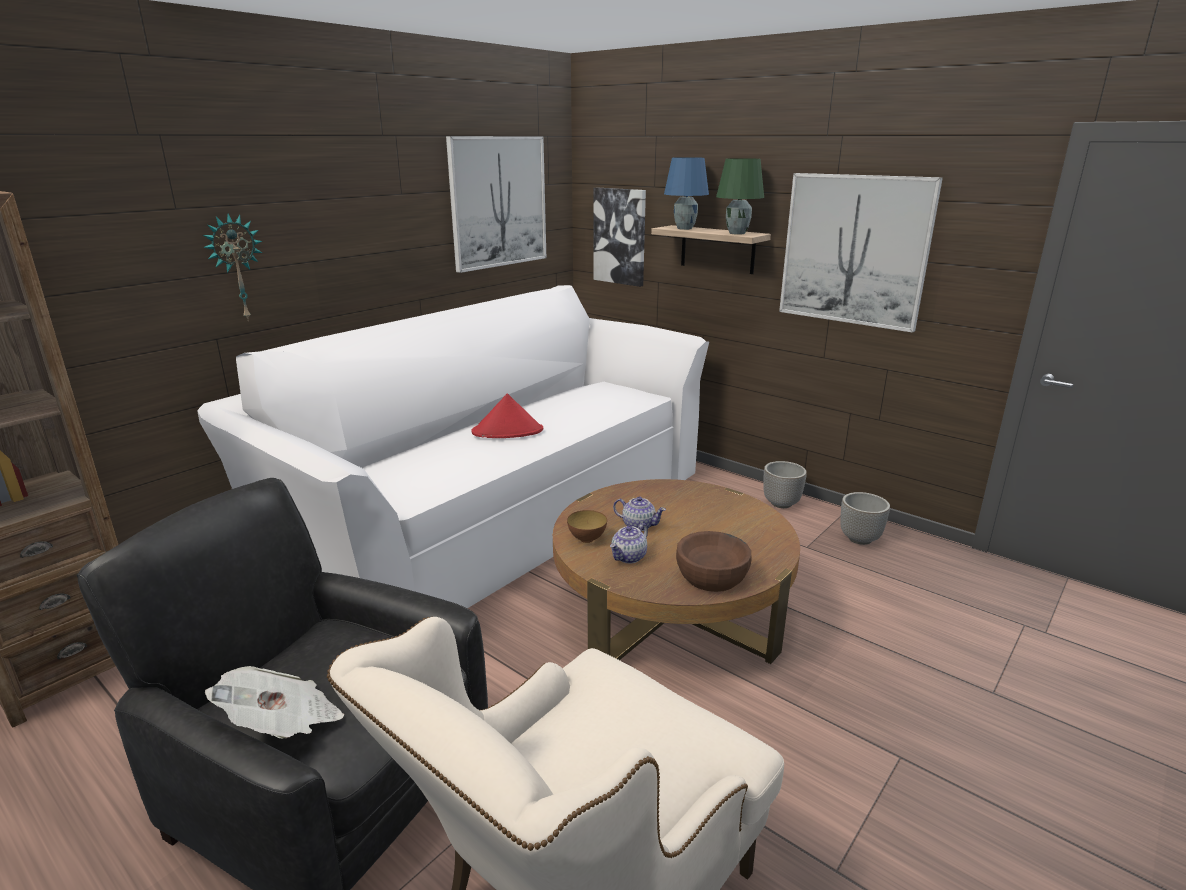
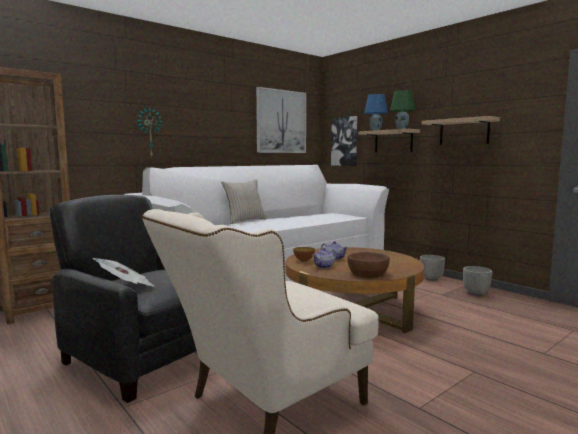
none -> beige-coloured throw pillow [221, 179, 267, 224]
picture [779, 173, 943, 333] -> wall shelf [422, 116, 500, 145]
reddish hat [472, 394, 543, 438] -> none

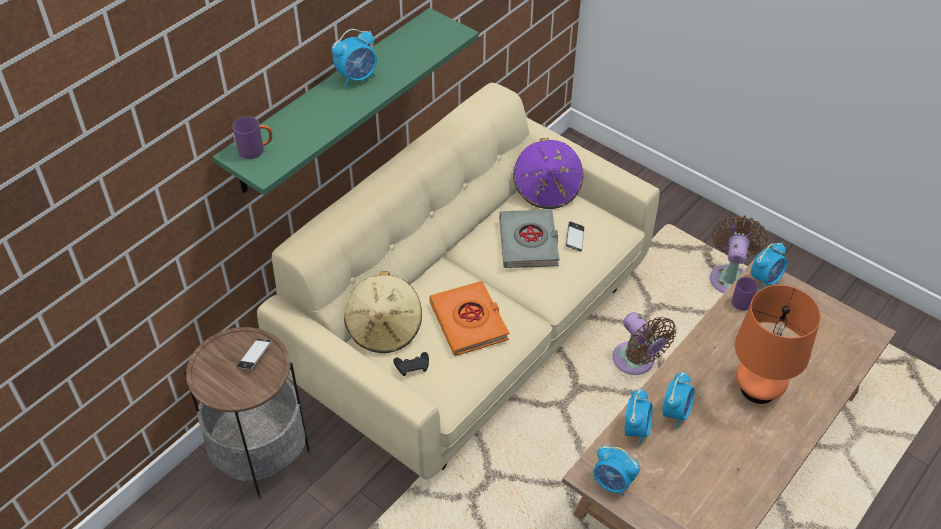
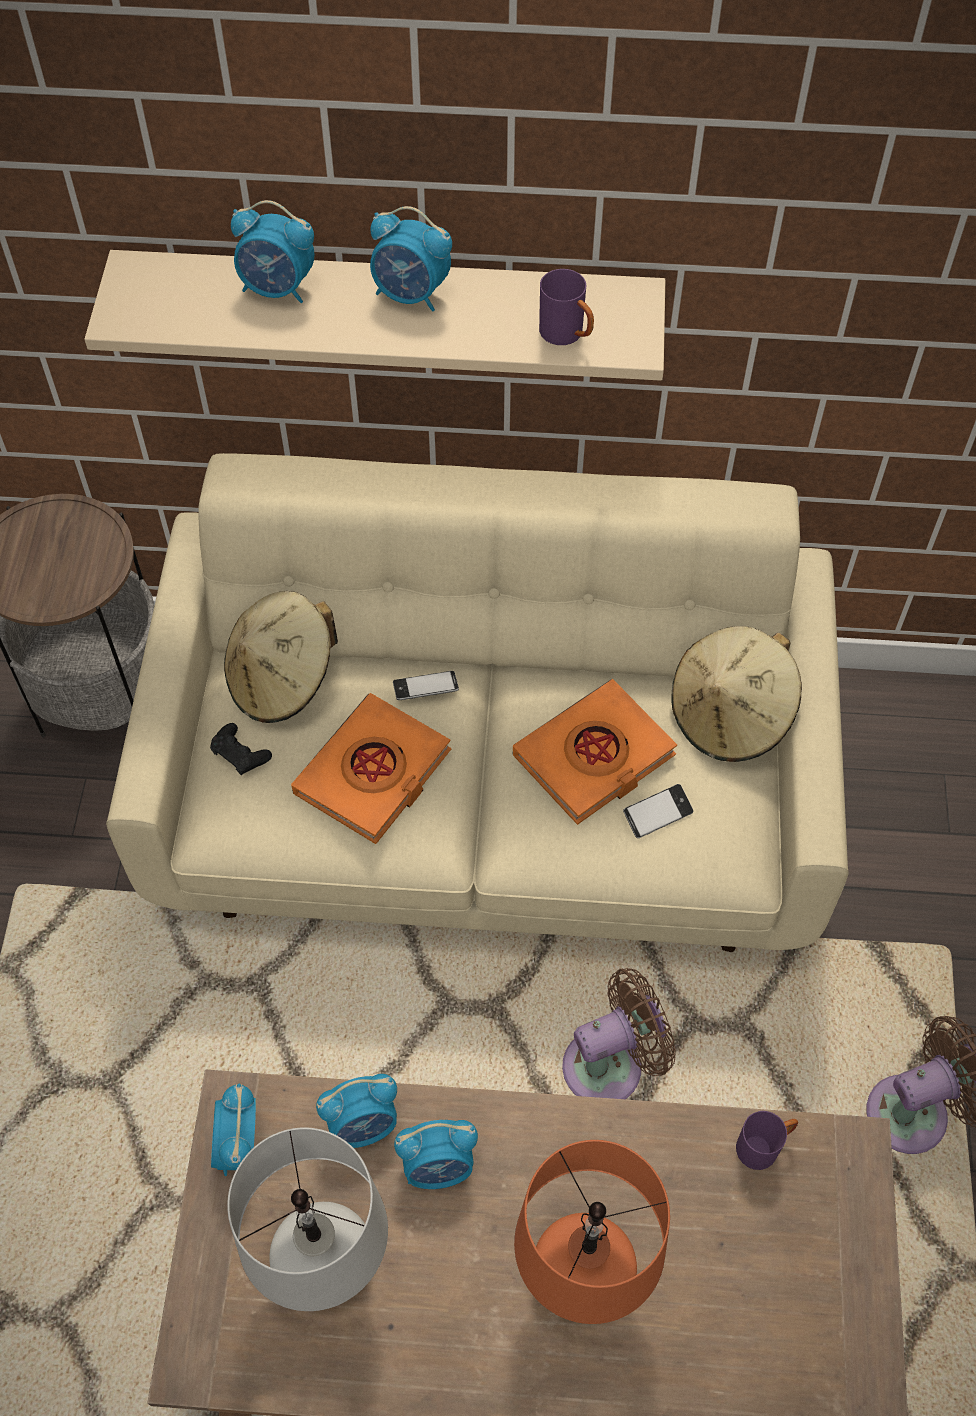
greenish wall shelf [213, 8, 479, 196] -> beige-coloured wall shelf [85, 250, 665, 381]
none -> white-coloured tabletop lamp [227, 1127, 388, 1311]
table clock [751, 242, 787, 290] -> table clock [231, 200, 315, 303], relocated
telephone [236, 339, 272, 370] -> telephone [393, 671, 459, 700], relocated
grey bound book [499, 210, 559, 268] -> orange bound book [513, 679, 677, 825]
purplish tea mug [233, 116, 273, 159] -> purplish tea mug [539, 269, 594, 345], relocated
brown-coloured fan [613, 312, 676, 375] -> brown-coloured fan [562, 968, 676, 1099], 135 degrees counterclockwise
purplish hat [513, 138, 583, 209] -> beige-coloured hat [671, 626, 802, 762]

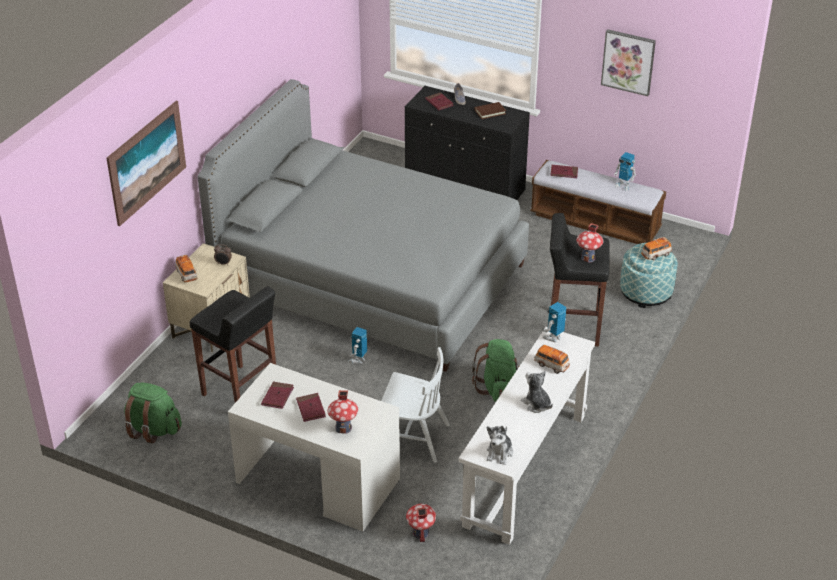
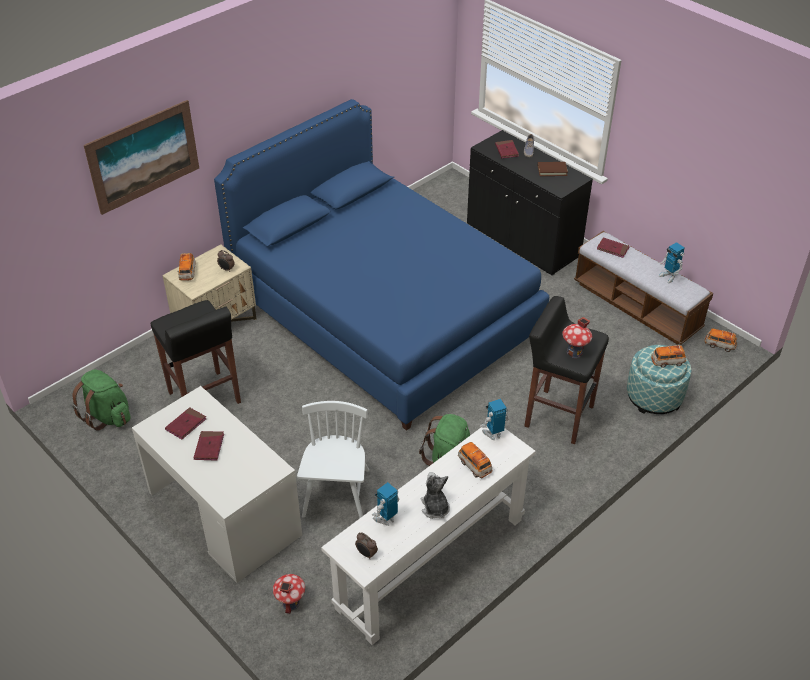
grey bedroom bed [198, 79, 529, 372] -> bluish bedroom bed [214, 99, 549, 431]
white-coloured chair [381, 347, 450, 463] -> white-coloured chair [297, 401, 369, 518], 120 degrees counterclockwise
soft toy [487, 426, 513, 465] -> table clock [355, 532, 378, 559]
toy robot [348, 327, 367, 364] -> toy robot [372, 482, 400, 526], relocated
none -> miniature car [705, 329, 737, 352]
model house [327, 390, 358, 434] -> none
picture [601, 29, 656, 96] -> none

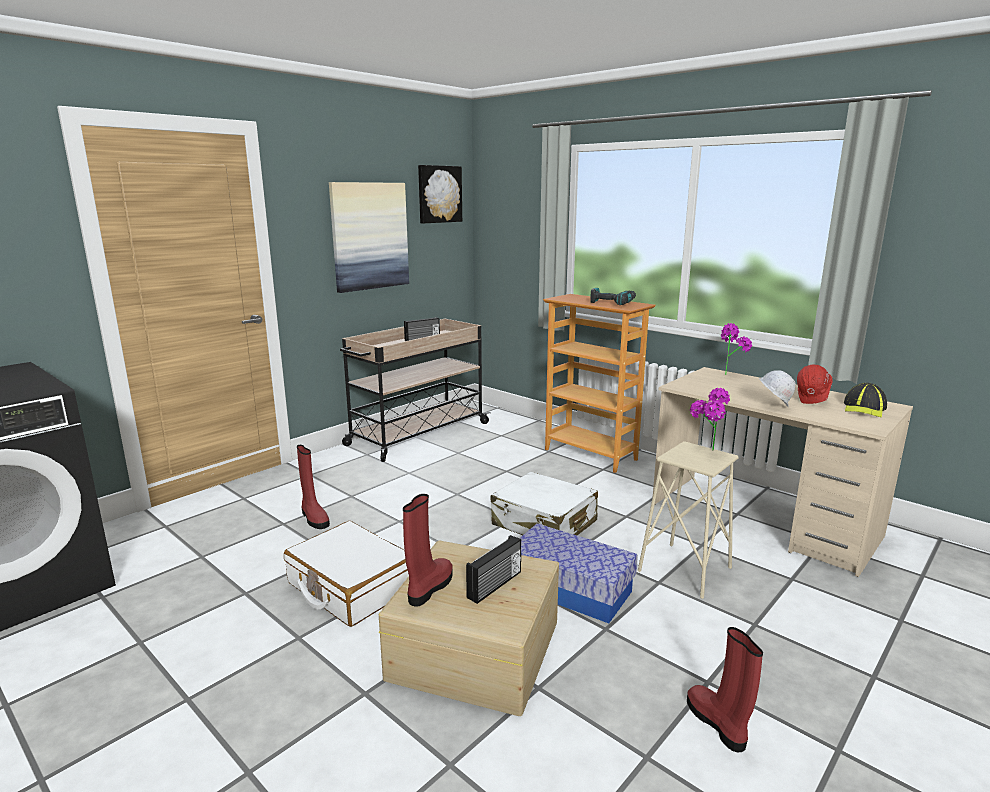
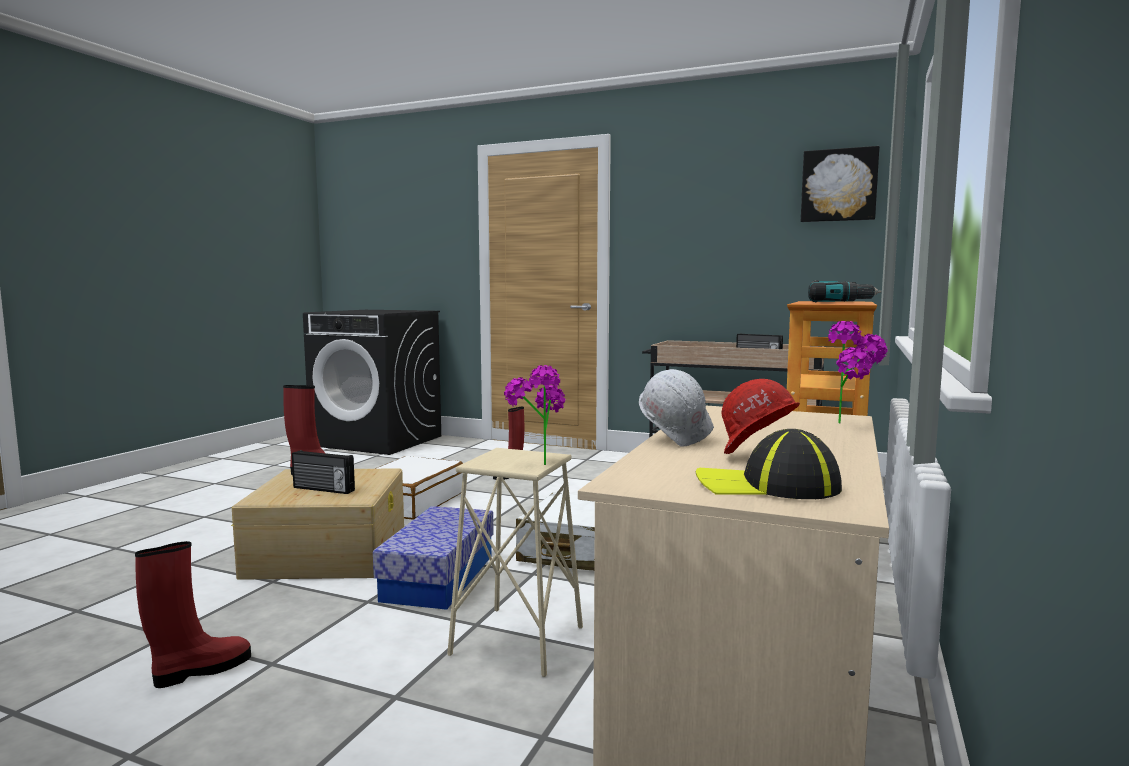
picture [329, 182, 409, 293] -> none

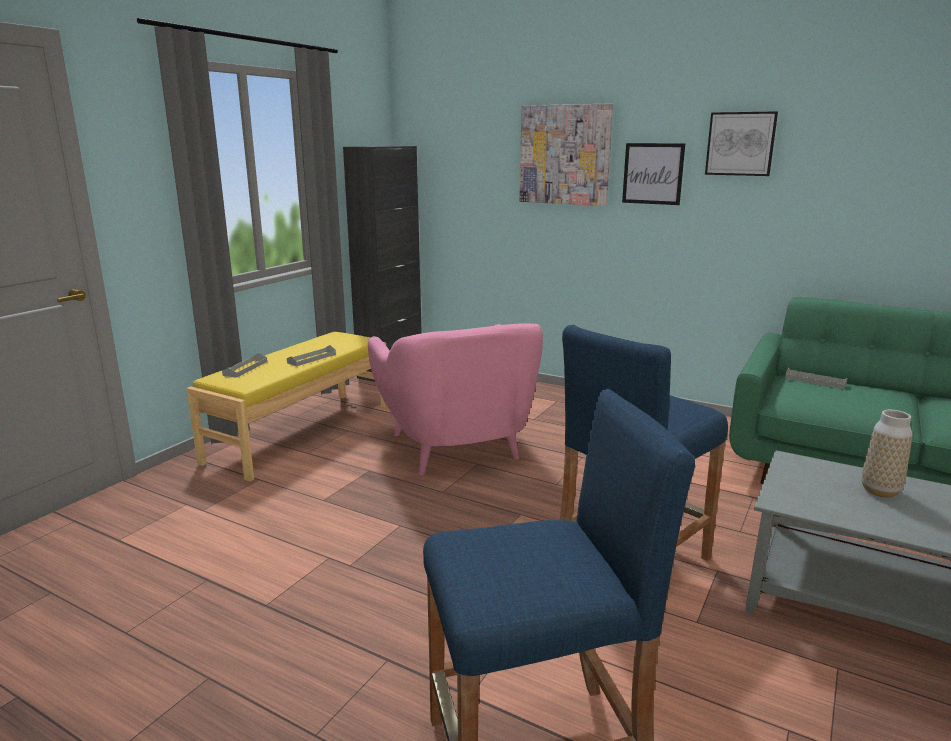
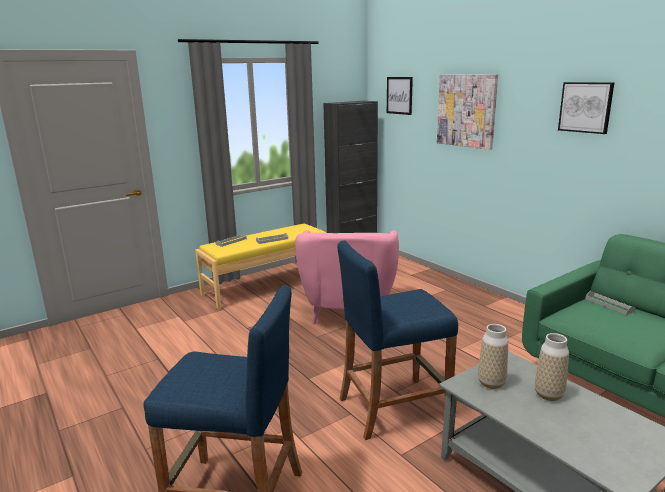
picture [622, 143, 685, 205] -> picture [387, 77, 413, 115], relocated
none -> decorative vase [478, 324, 508, 389]

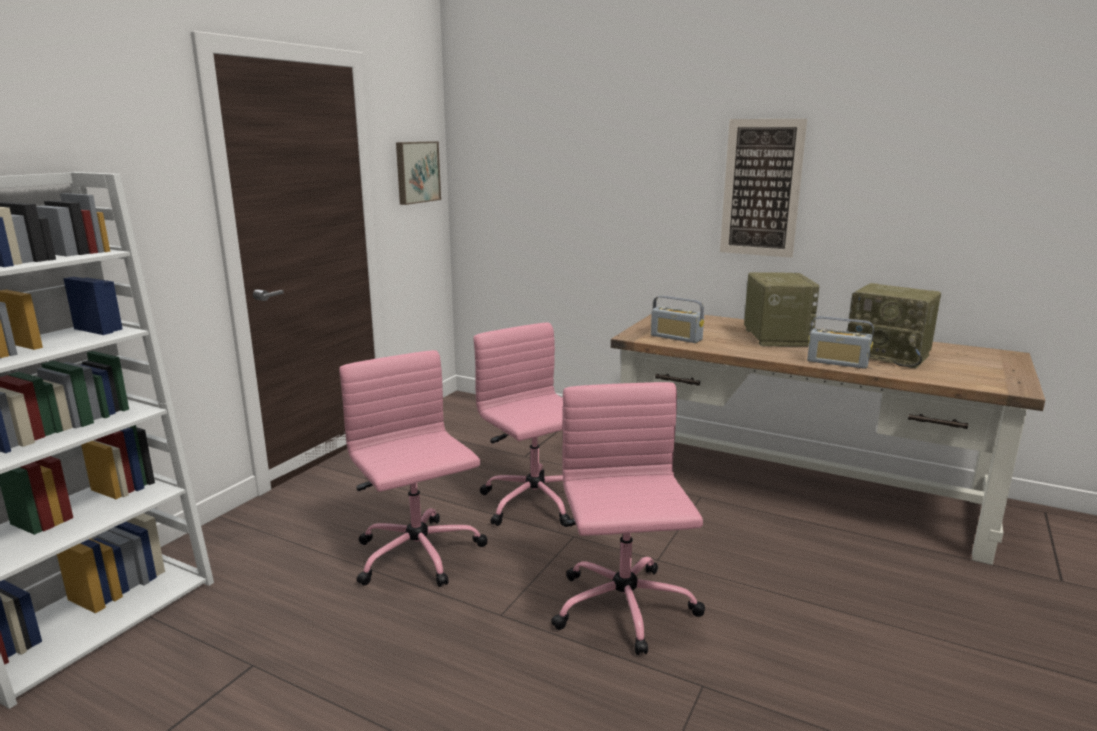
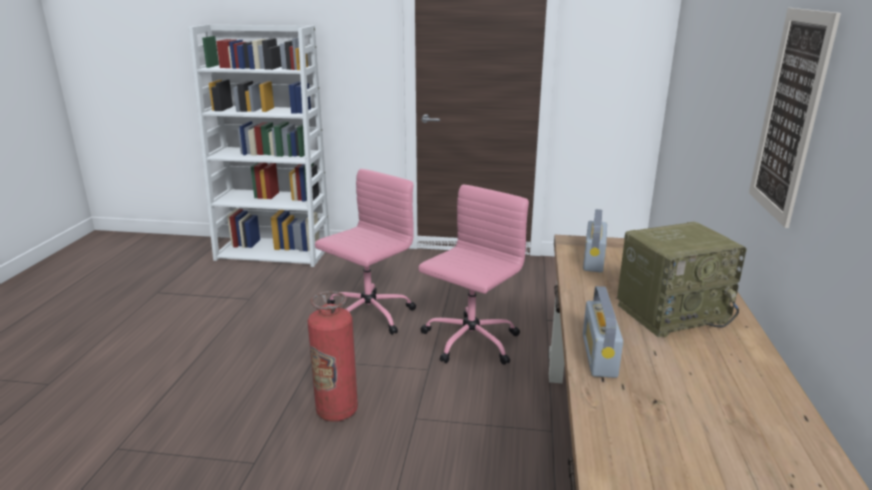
pink-coloured office chair [551, 382, 705, 655] -> fire extinguisher [308, 291, 358, 422]
picture [396, 141, 441, 205] -> none
radio [847, 283, 941, 369] -> none

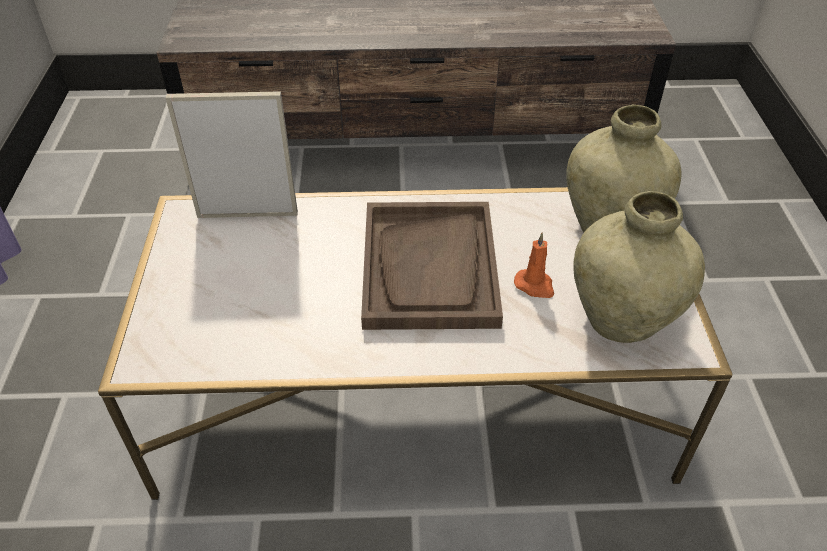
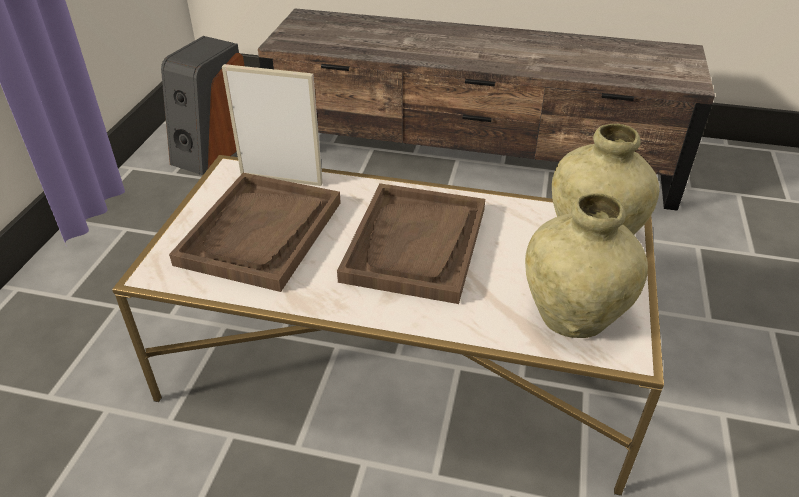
none -> speaker [161, 36, 244, 175]
none -> brown-coloured serving tray [169, 173, 341, 292]
orange wax light [514, 233, 554, 298] -> none

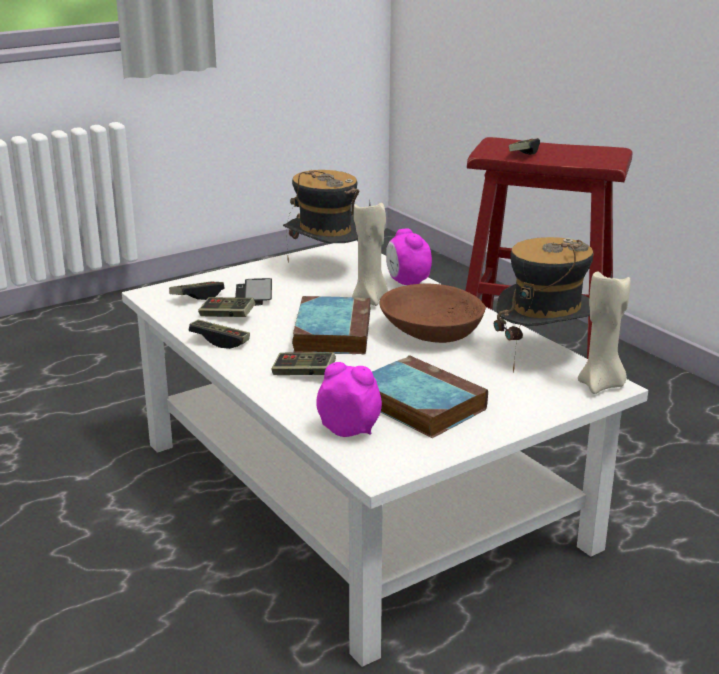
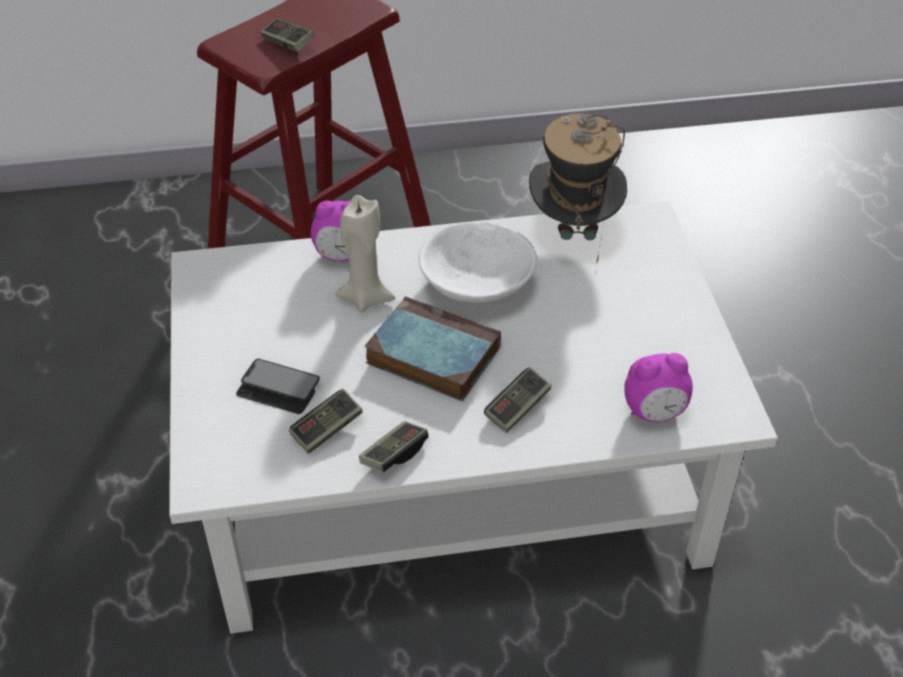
brown-coloured bowl [379, 284, 486, 343] -> white-coloured bowl [419, 222, 537, 303]
table clock [316, 362, 382, 437] -> table clock [624, 353, 693, 422], 150 degrees counterclockwise
joypad [169, 282, 224, 300] -> none
hat [283, 170, 359, 263] -> none
bound book [372, 355, 488, 438] -> none
beige-coloured wax light [578, 271, 631, 394] -> none

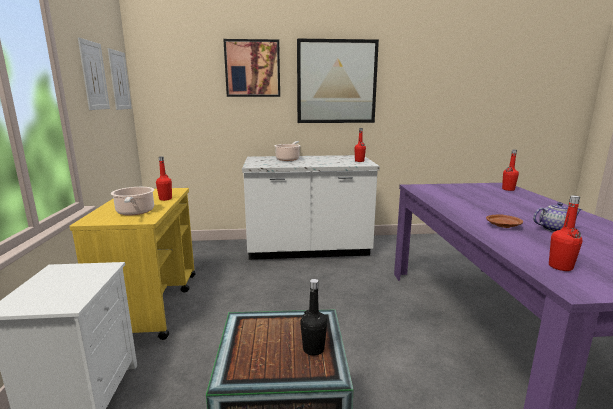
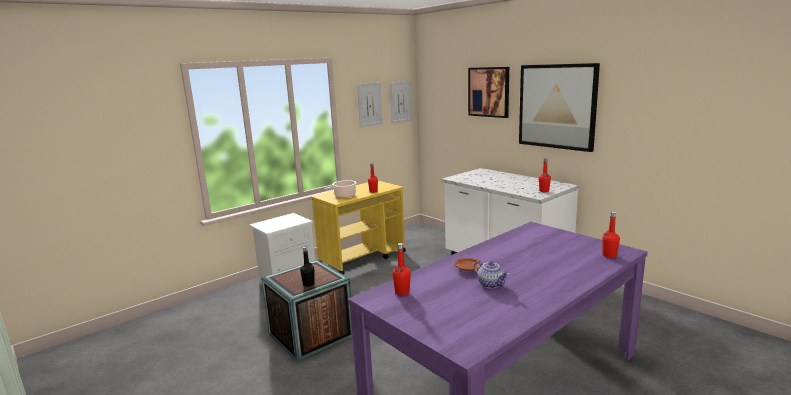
saucepot [275, 141, 301, 161] -> none

